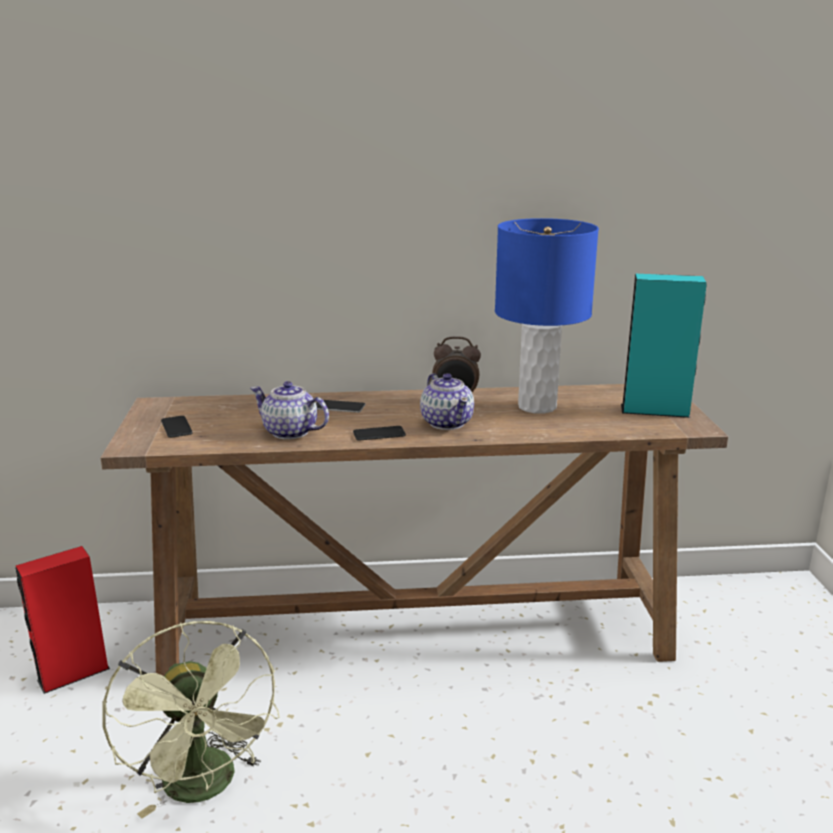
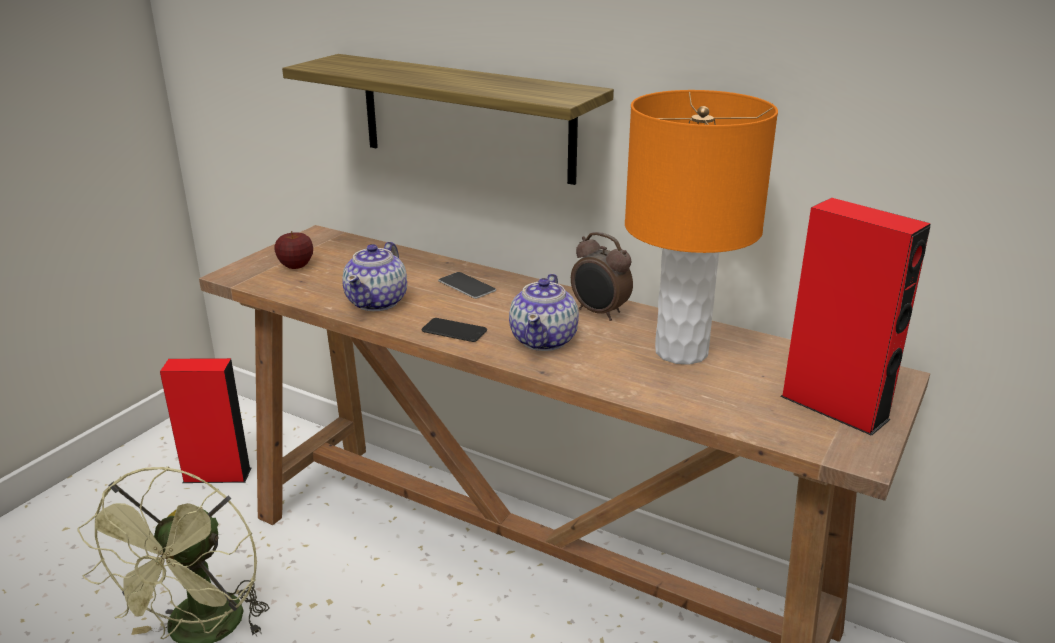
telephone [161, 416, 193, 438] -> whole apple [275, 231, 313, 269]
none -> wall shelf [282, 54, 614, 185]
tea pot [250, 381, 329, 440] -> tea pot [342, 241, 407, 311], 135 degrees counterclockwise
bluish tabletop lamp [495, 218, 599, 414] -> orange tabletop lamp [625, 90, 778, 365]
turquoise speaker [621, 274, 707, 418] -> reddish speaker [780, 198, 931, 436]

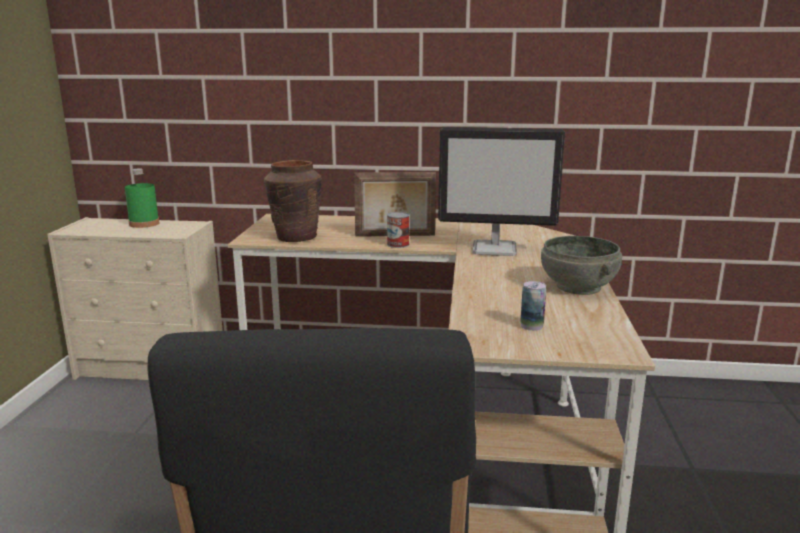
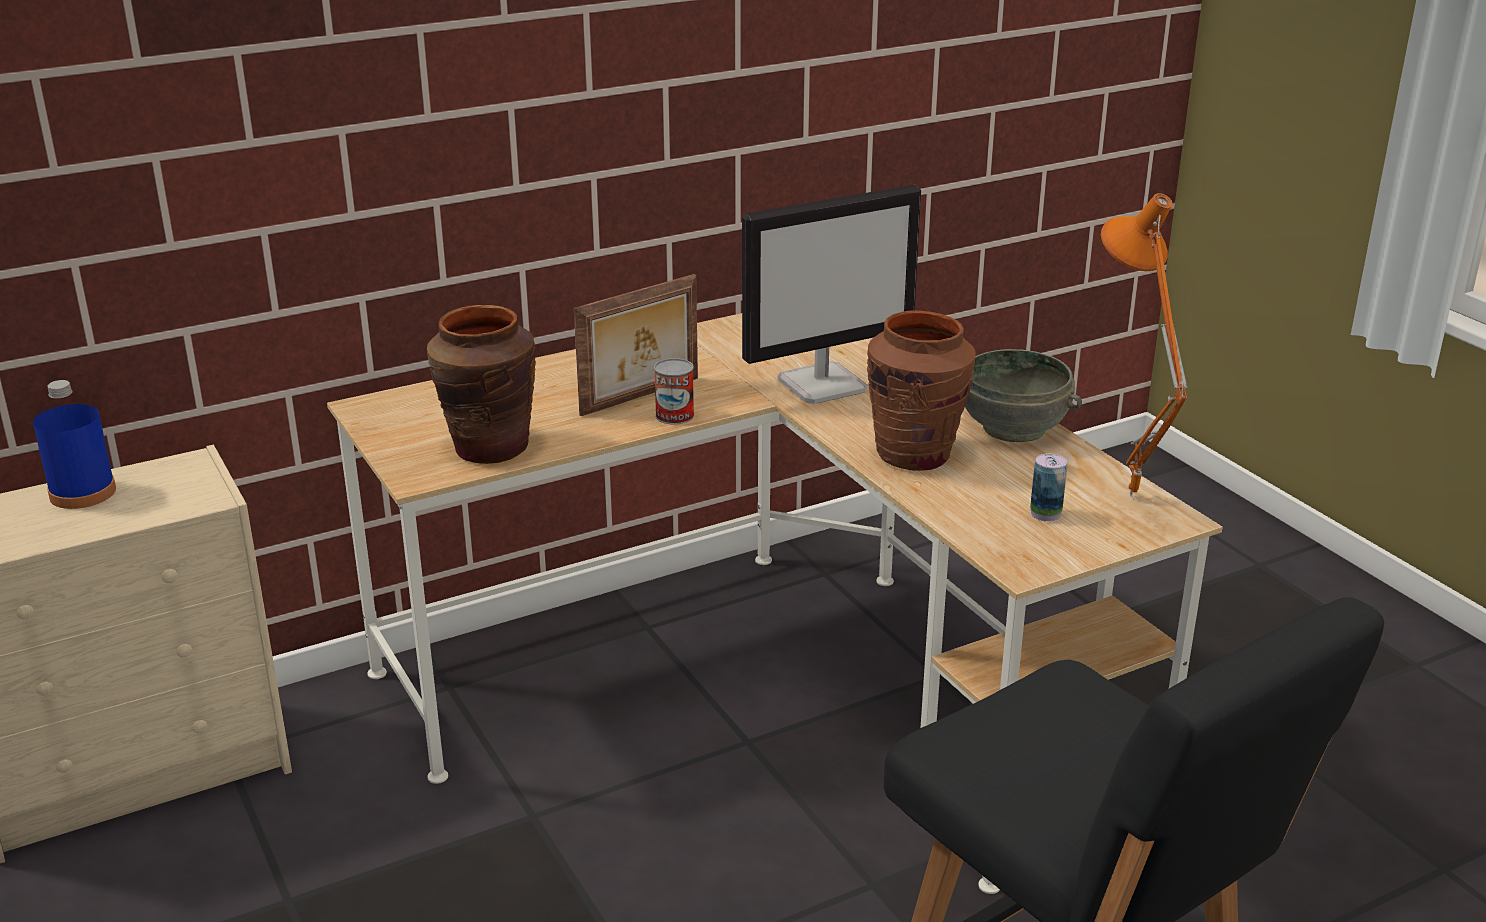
greenish beverage bottle [125, 168, 160, 228] -> bluish beverage bottle [33, 380, 116, 509]
none -> brown-coloured decorative vase [867, 310, 976, 471]
none -> orange tabletop lamp [1101, 193, 1187, 500]

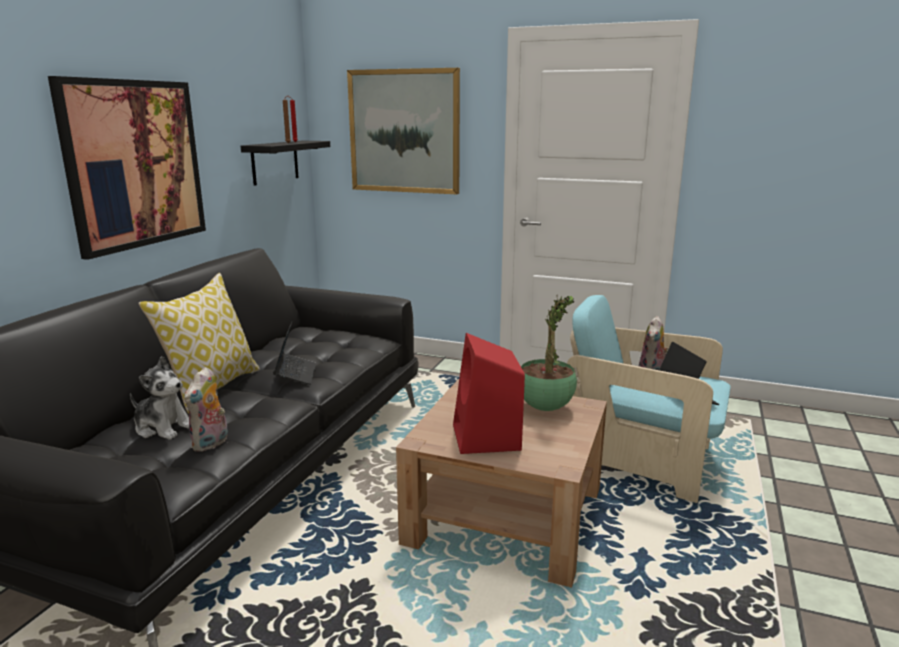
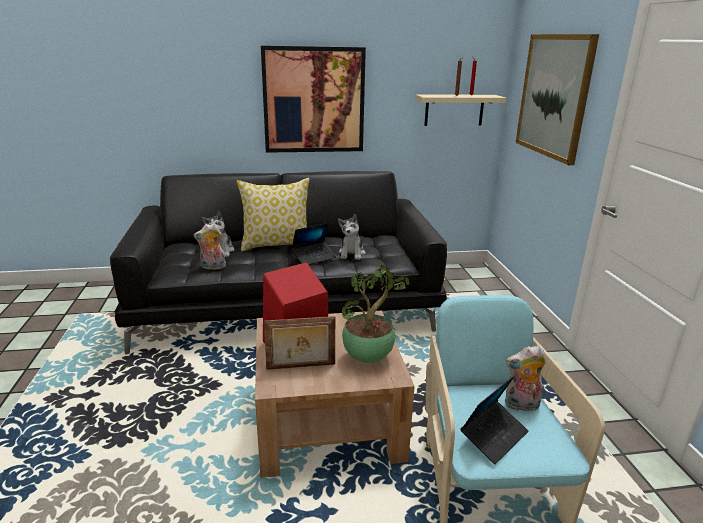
none -> standing frame [264, 316, 335, 370]
none -> soft toy [338, 214, 366, 260]
blackish wall shelf [241, 141, 330, 186] -> beige-coloured wall shelf [415, 94, 506, 126]

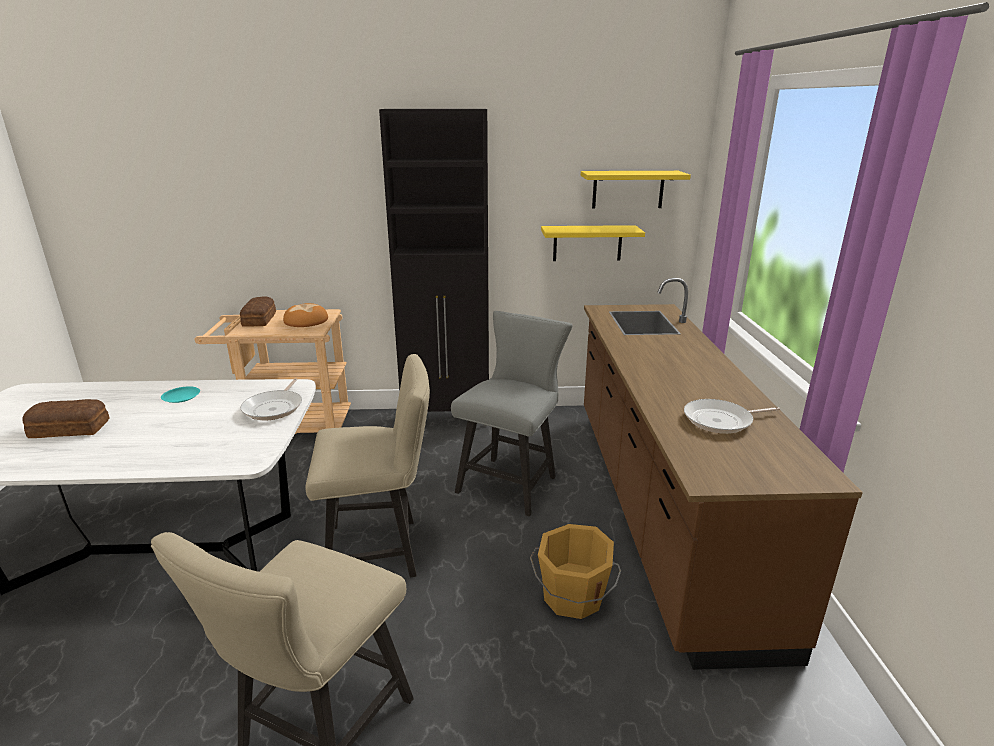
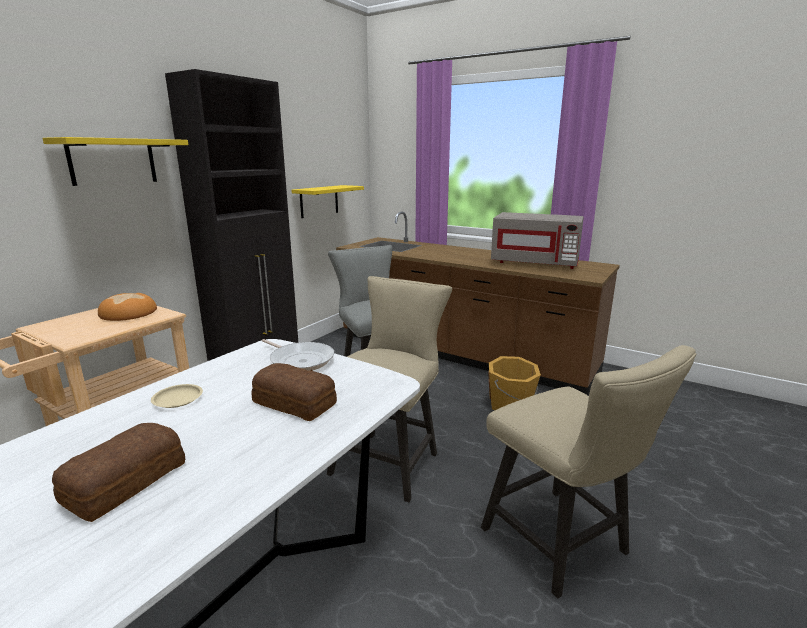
yellowish wall shelf [581, 171, 691, 209] -> yellowish wall shelf [43, 137, 188, 186], relocated
turquoise plate [161, 386, 200, 403] -> beige-coloured plate [151, 384, 203, 408]
bread [240, 296, 276, 327] -> bread [252, 363, 337, 421], relocated
skillet [684, 399, 780, 434] -> grey microwave [491, 212, 584, 269]

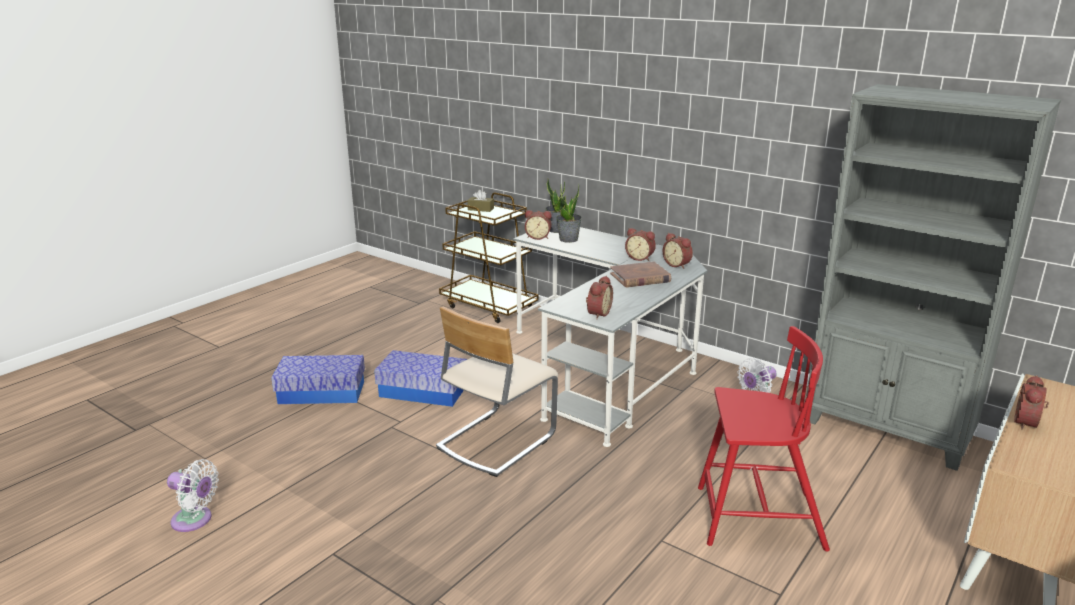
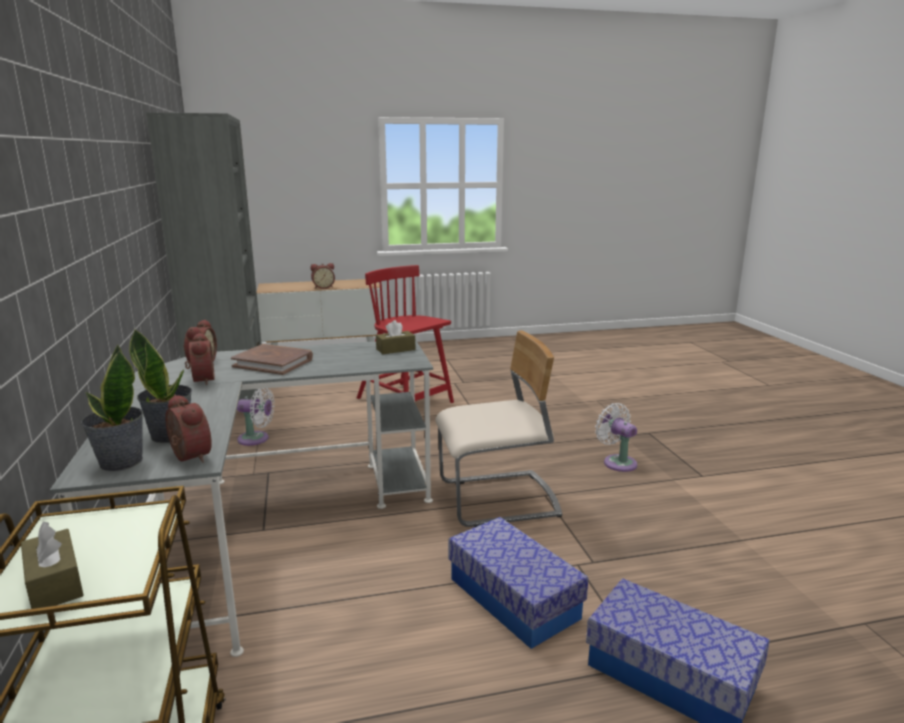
table clock [586, 276, 613, 319] -> brown-coloured tissue holder [376, 320, 415, 354]
white-coloured fan [167, 459, 219, 532] -> white-coloured fan [595, 403, 637, 472], relocated

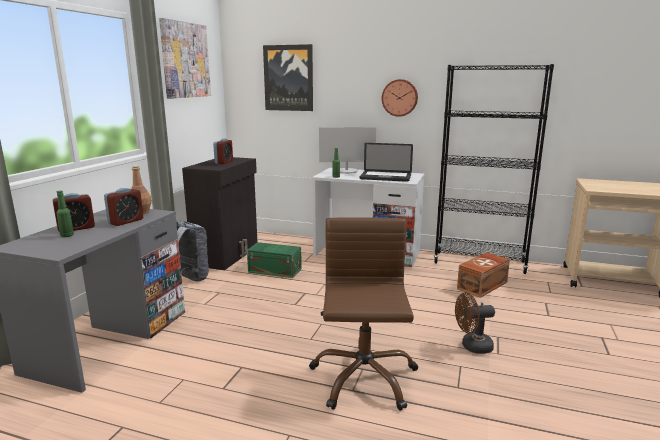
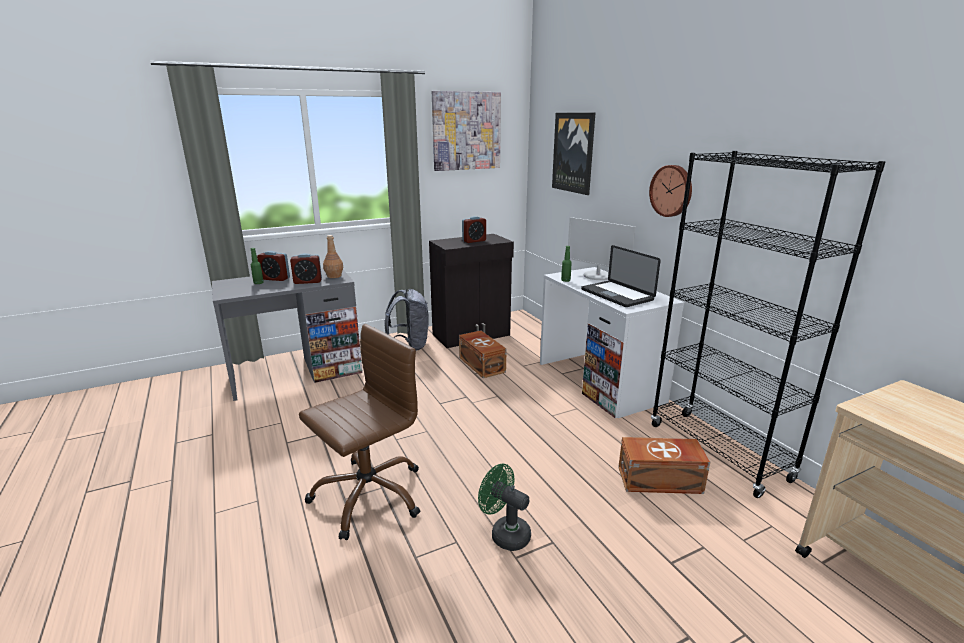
greenish storage container [247, 242, 302, 278] -> brown-coloured storage container [459, 330, 507, 378]
brown-coloured fan [455, 293, 495, 354] -> greenish fan [478, 464, 531, 551]

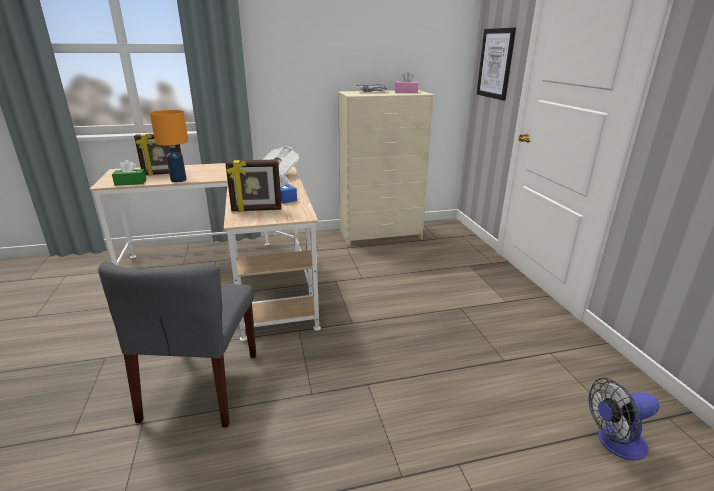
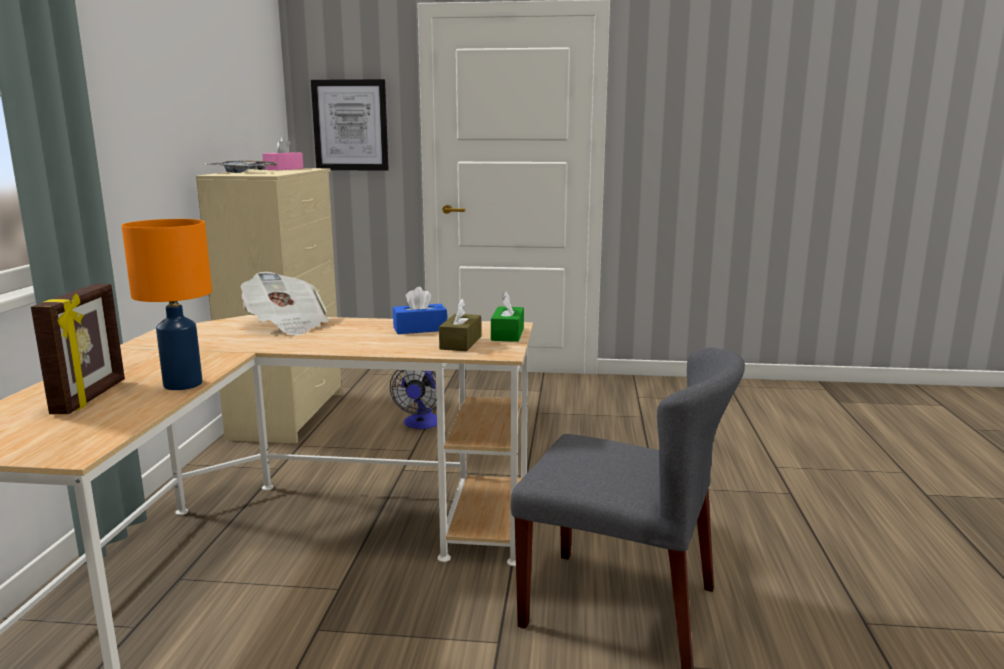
fan [588, 378, 659, 460] -> fan [390, 370, 437, 429], relocated
standing frame [225, 159, 282, 212] -> brown-coloured tissue holder [439, 298, 481, 351]
greenish tissue holder [112, 160, 146, 186] -> greenish tissue holder [491, 291, 524, 342], relocated

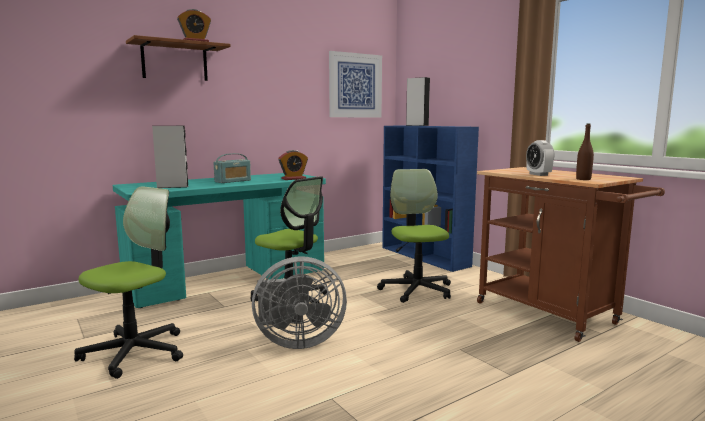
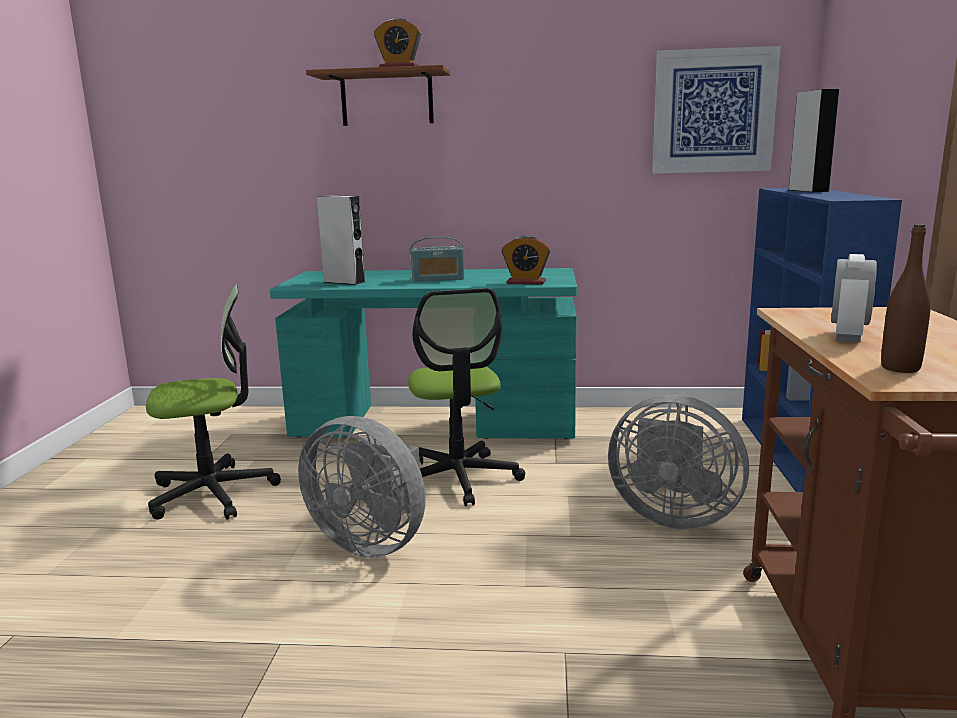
office chair [377, 169, 451, 303] -> grey fan [608, 395, 749, 530]

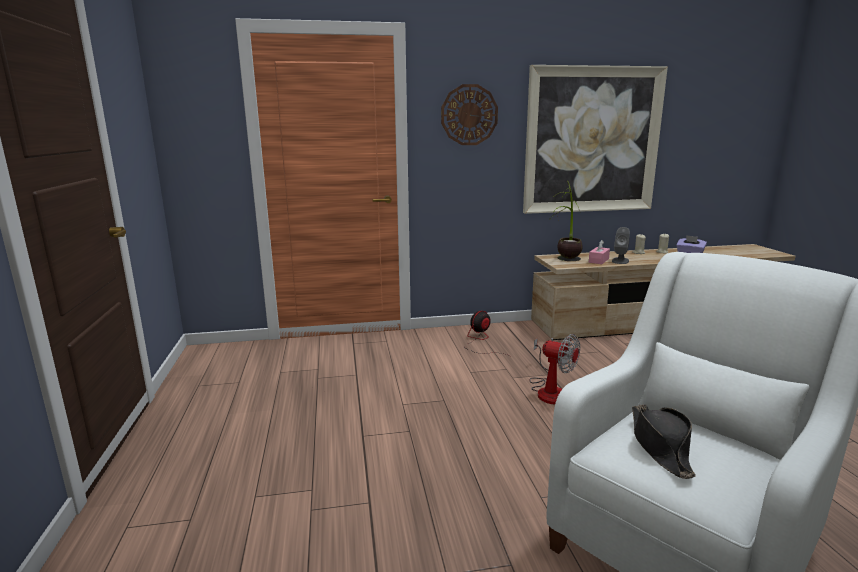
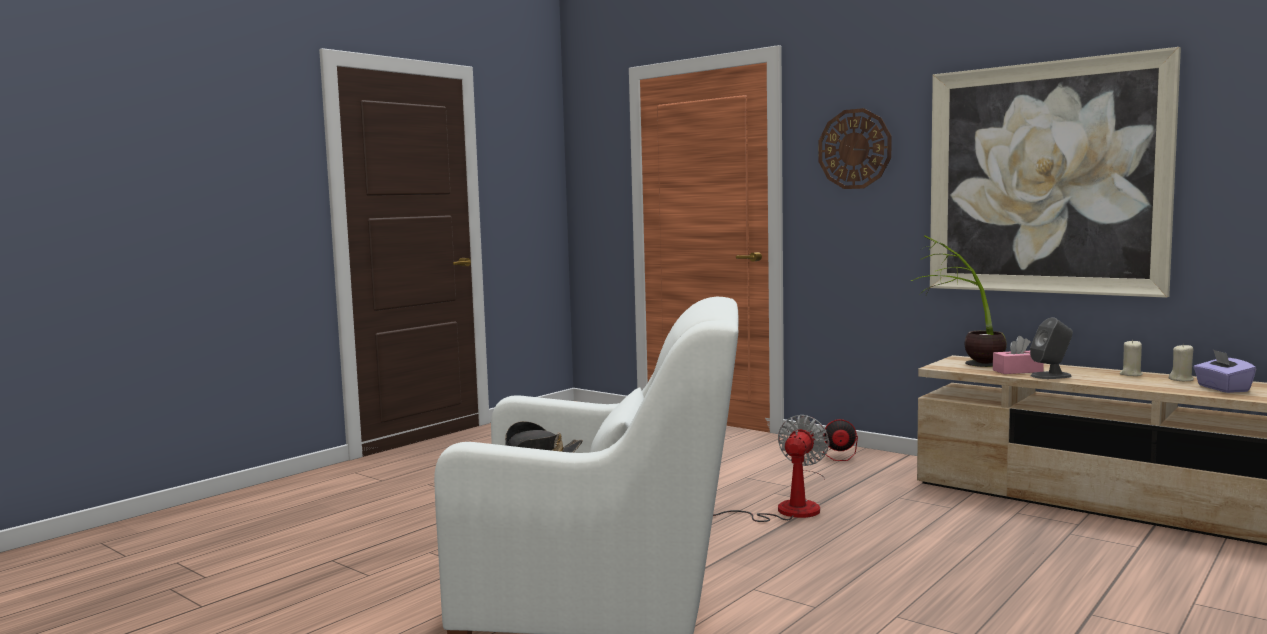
fan [530, 334, 580, 404] -> fan [713, 415, 829, 522], 150 degrees counterclockwise

